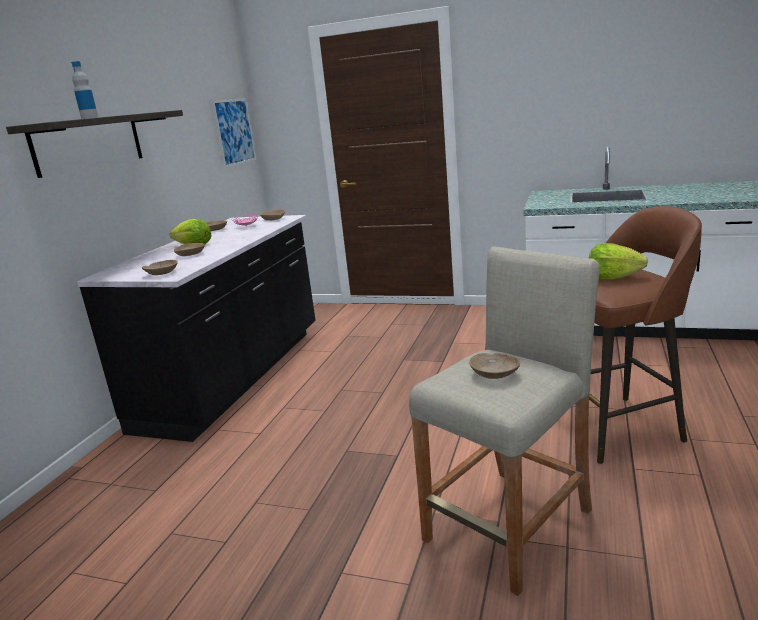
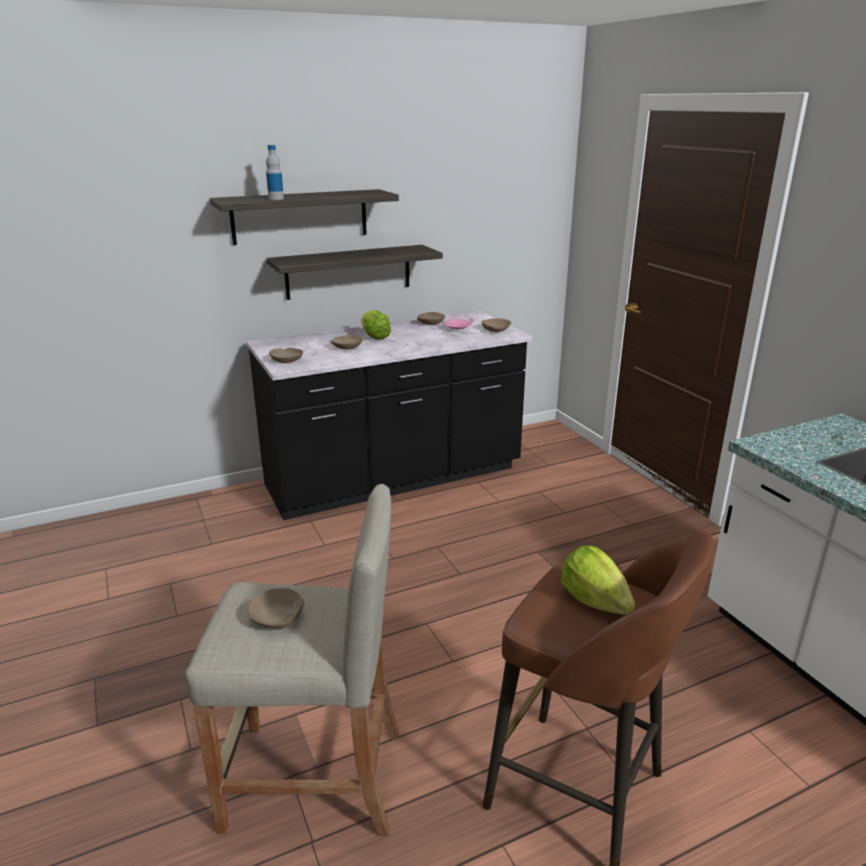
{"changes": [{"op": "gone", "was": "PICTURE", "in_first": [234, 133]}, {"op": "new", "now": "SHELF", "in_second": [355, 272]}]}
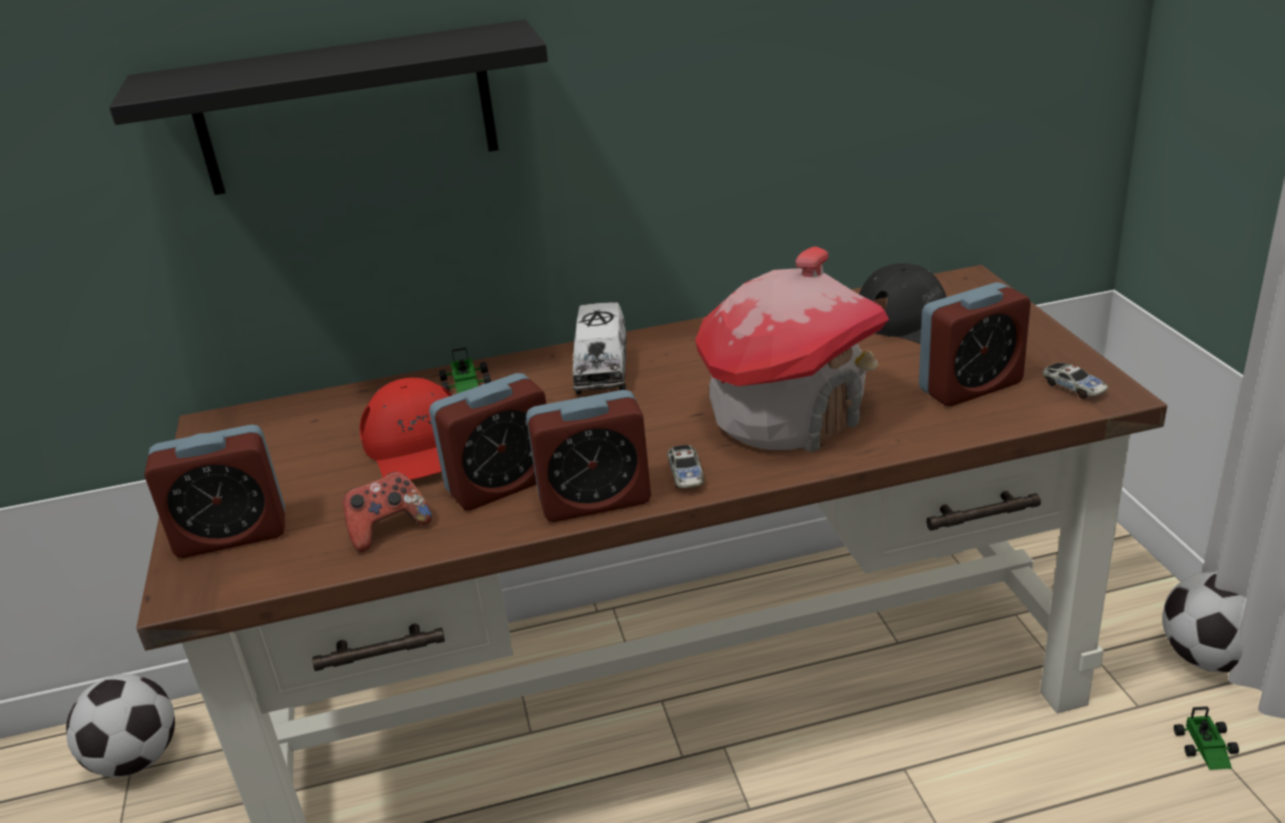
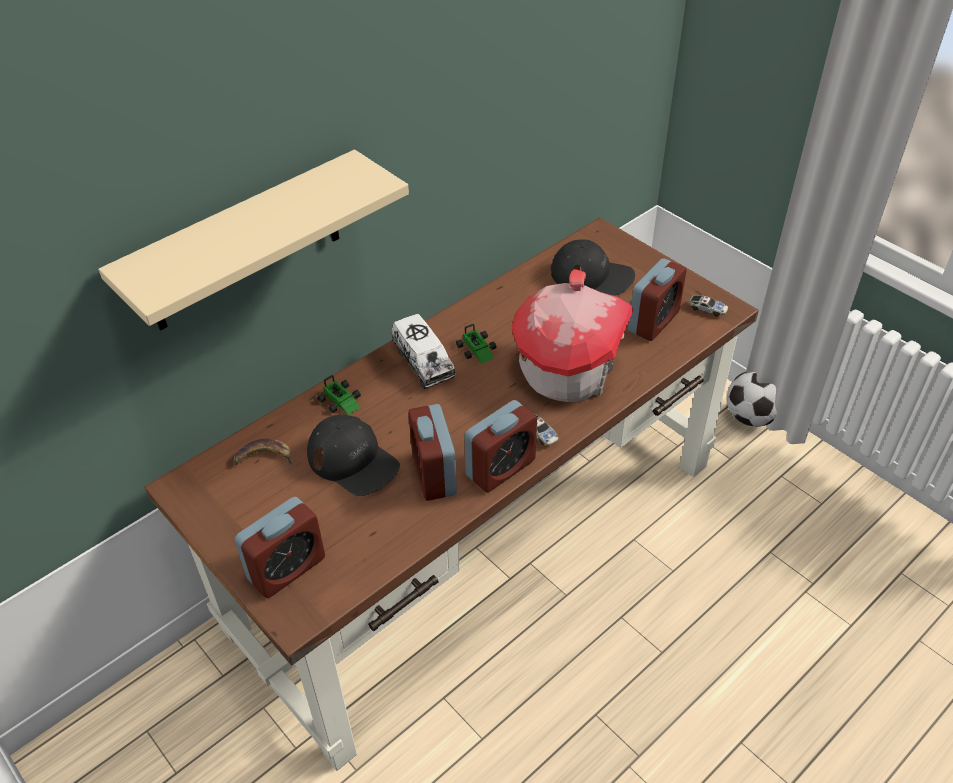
{"changes": [{"op": "repainted", "was": "BLACK SHELF", "now": "BEIGE SHELF", "in_first": [328, 107], "in_second": [253, 239]}, {"op": "rotated", "was": "ALARM CLOCK", "in_first": [487, 441], "in_second": [432, 452], "clockwise": 135}, {"op": "repainted", "was": "RED CAP", "now": "BLACK CAP", "in_first": [406, 429], "in_second": [353, 455]}, {"op": "gone", "was": "GAME CONTROLLER", "in_first": [387, 512]}, {"op": "gone", "was": "FOOTBALL", "in_first": [120, 725]}, {"op": "shifted", "was": "TOY CAR", "in_first": [1206, 738], "in_second": [476, 343]}, {"op": "new", "now": "BANANA", "in_second": [262, 452]}]}
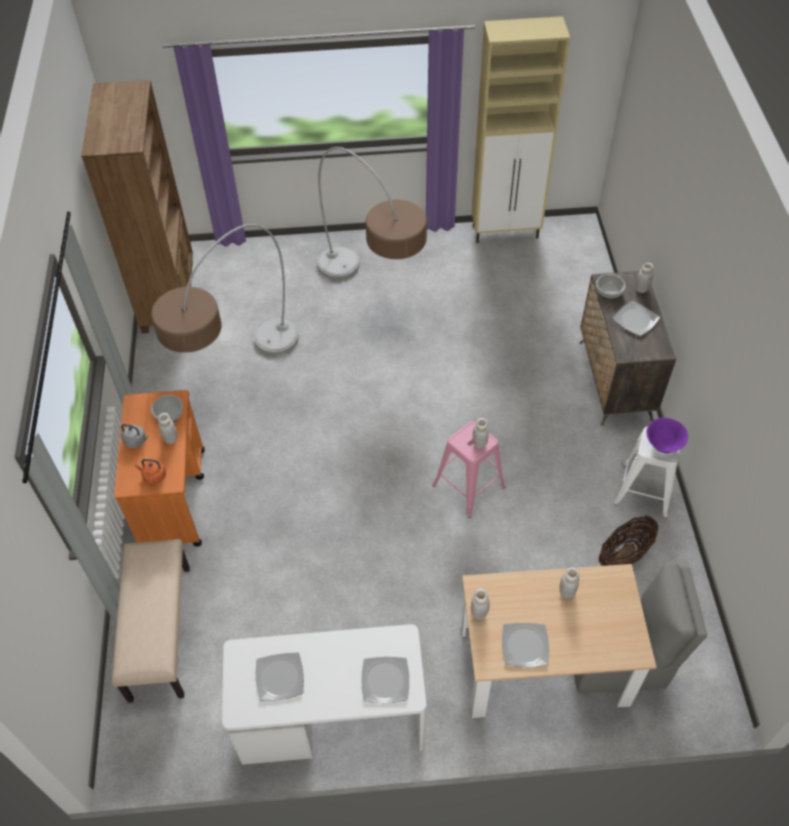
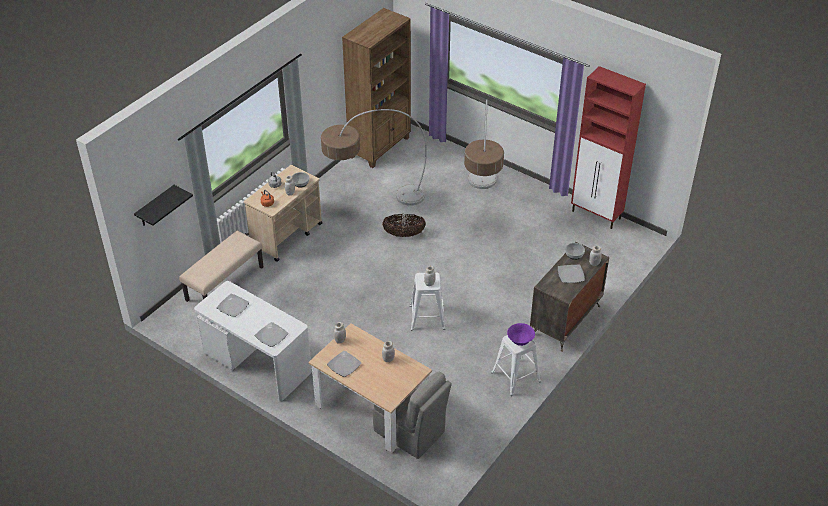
{"changes": [{"op": "repainted", "was": "BEIGE CABINET", "now": "RED CABINET", "in_first": [521, 129], "in_second": [608, 147]}, {"op": "repainted", "was": "ORANGE CART", "now": "BEIGE CART", "in_first": [159, 468], "in_second": [283, 213]}, {"op": "repainted", "was": "PINK STOOL", "now": "WHITE STOOL", "in_first": [469, 469], "in_second": [427, 301]}, {"op": "shifted", "was": "BASKET", "in_first": [628, 540], "in_second": [404, 225]}, {"op": "new", "now": "BLACK SHELF", "in_second": [163, 205]}]}
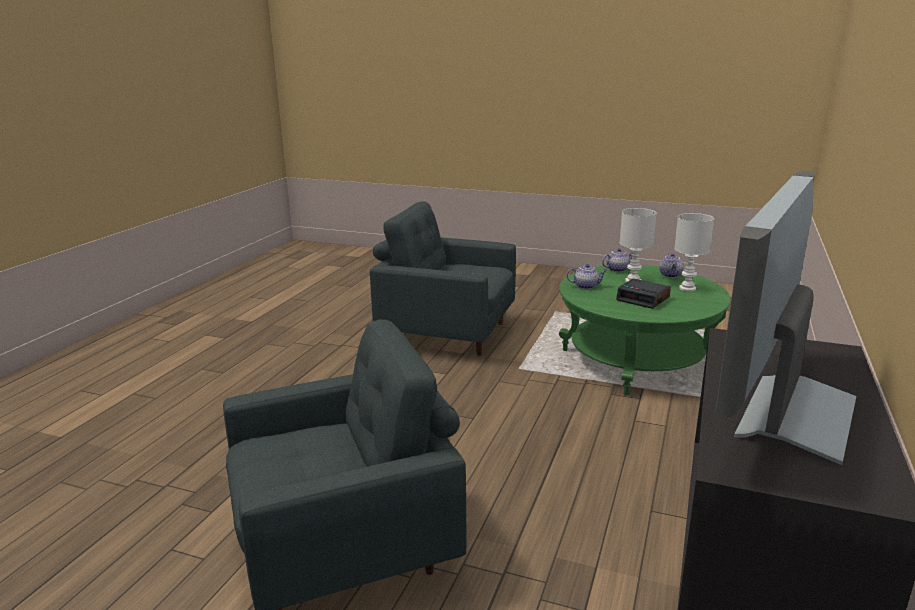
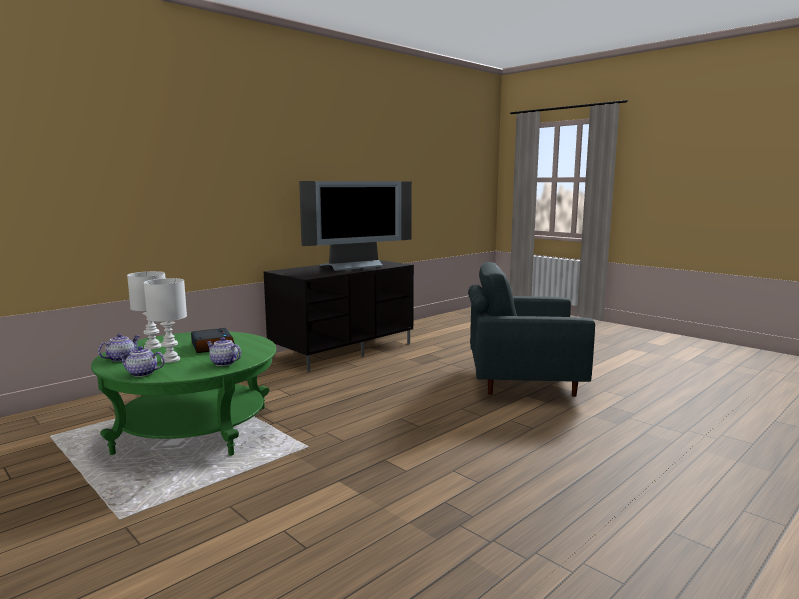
{"changes": [{"op": "gone", "was": "GREY ARMCHAIR", "in_first": [443, 278]}]}
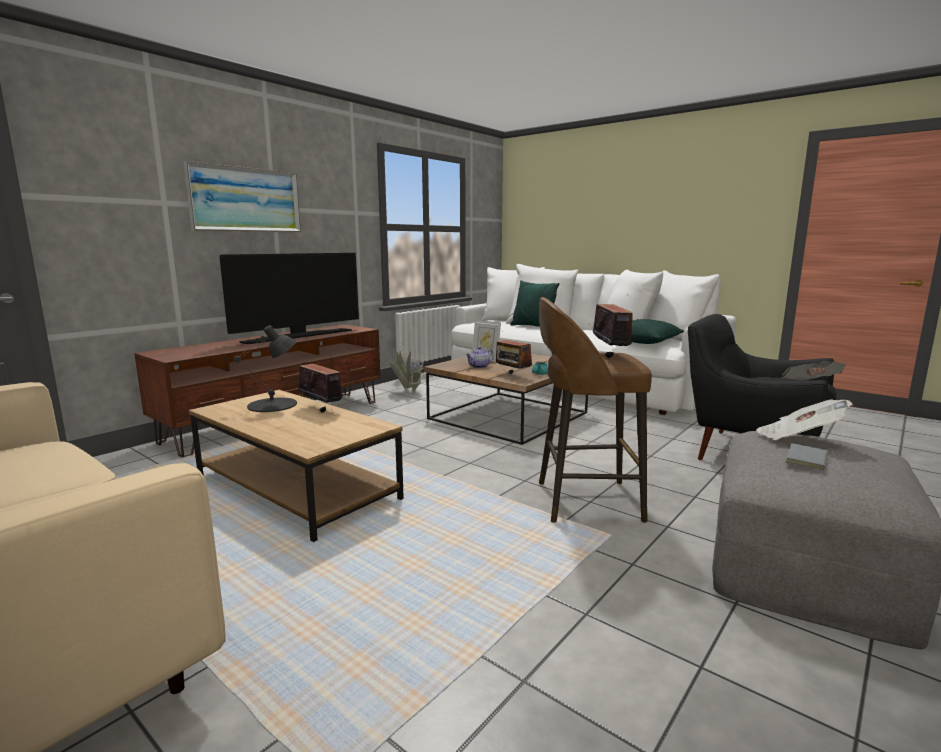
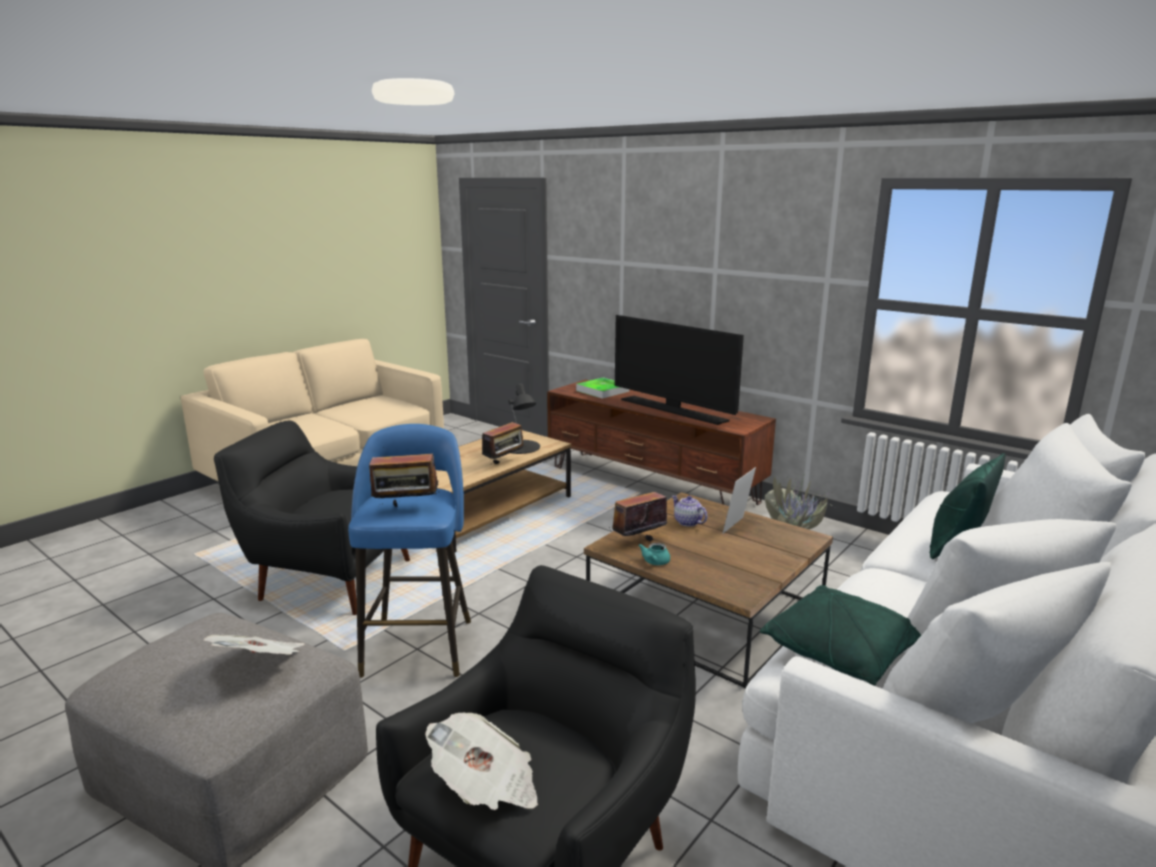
{"changes": [{"op": "gone", "was": "PICTURE", "in_first": [242, 196]}, {"op": "repainted", "was": "BROWN STOOL", "now": "BLUE STOOL", "in_first": [595, 410], "in_second": [409, 551]}, {"op": "gone", "was": "GREY BOOK", "in_first": [812, 457]}, {"op": "new", "now": "TRAY", "in_second": [602, 388]}, {"op": "new", "now": "BLACK ARMCHAIR", "in_second": [312, 518]}]}
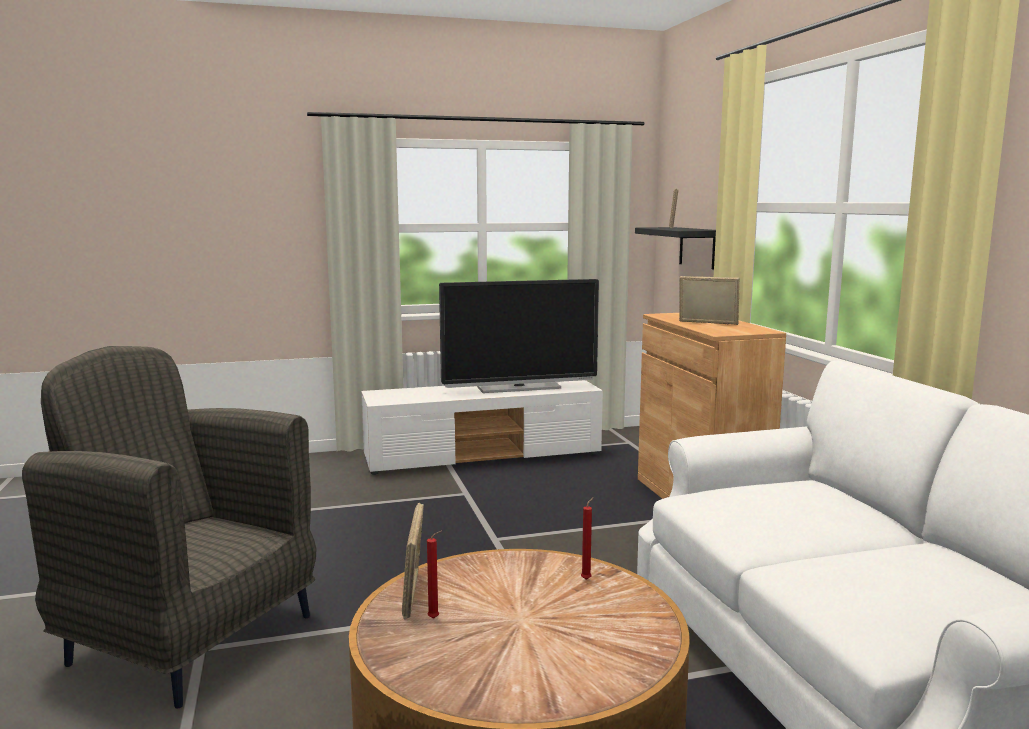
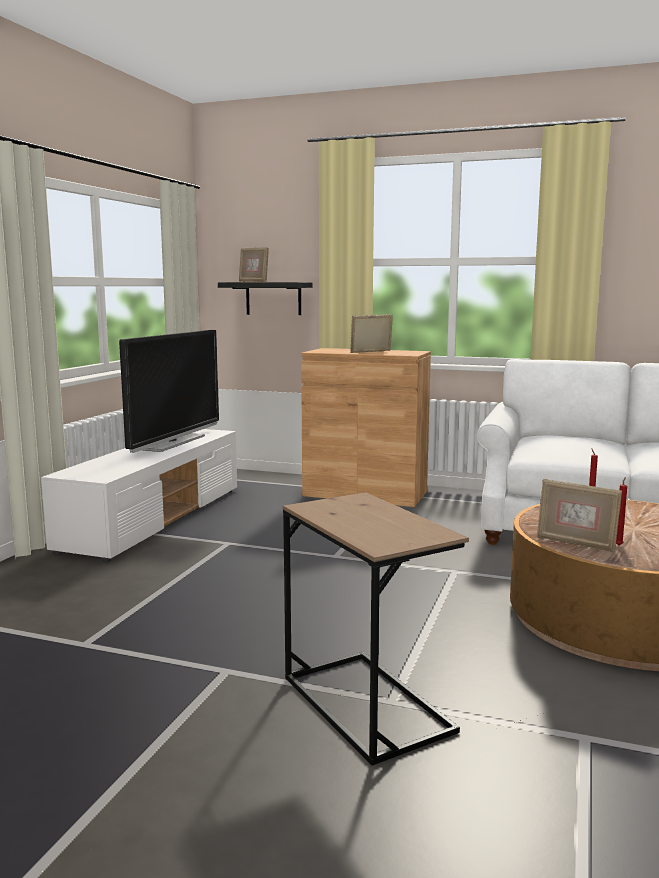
{"changes": [{"op": "swapped", "was": "GREY ARMCHAIR", "now": "BROWN SIDE TABLE", "in_first": [169, 527], "in_second": [376, 628]}]}
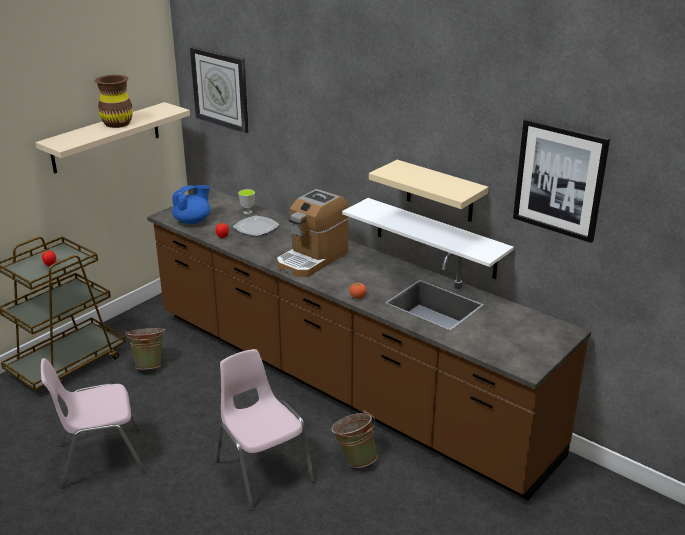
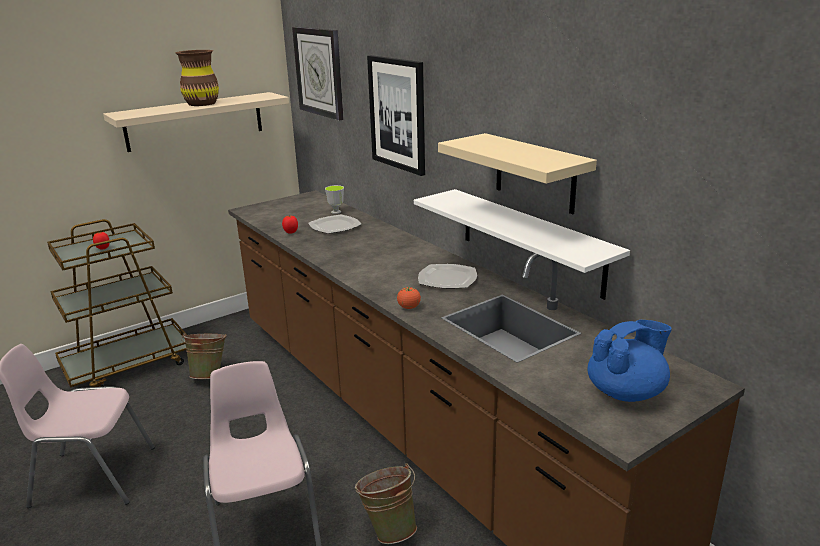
{"changes": [{"op": "shifted", "was": "PICTURE", "in_first": [561, 181], "in_second": [396, 115]}, {"op": "shifted", "was": "BLUE TEAPOT", "in_first": [191, 204], "in_second": [629, 361]}, {"op": "gone", "was": "COFFEE MACHINE", "in_first": [313, 233]}, {"op": "new", "now": "PLATE", "in_second": [447, 276]}]}
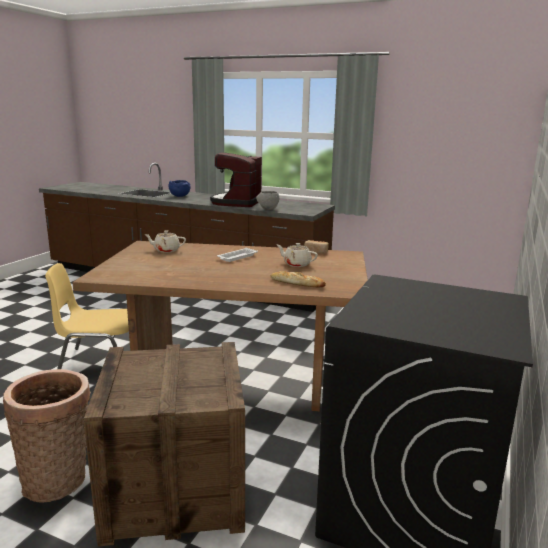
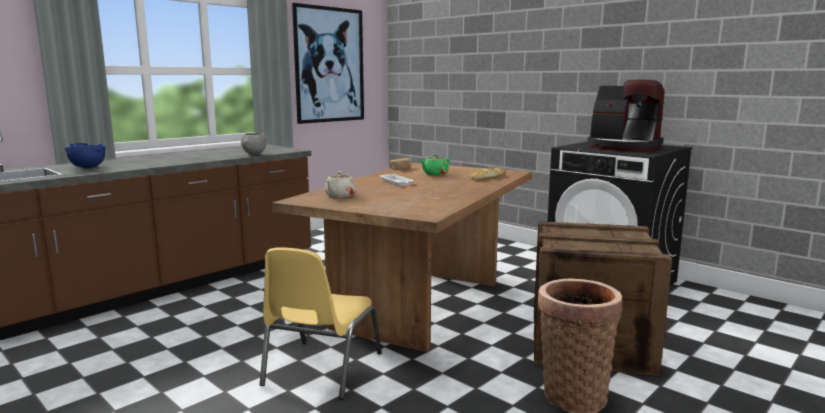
{"changes": [{"op": "shifted", "was": "COFFEE MACHINE", "in_first": [236, 179], "in_second": [626, 115]}, {"op": "repainted", "was": "BEIGE TEAPOT", "now": "GREEN TEAPOT", "in_first": [297, 255], "in_second": [435, 164]}, {"op": "new", "now": "PICTURE", "in_second": [328, 63]}]}
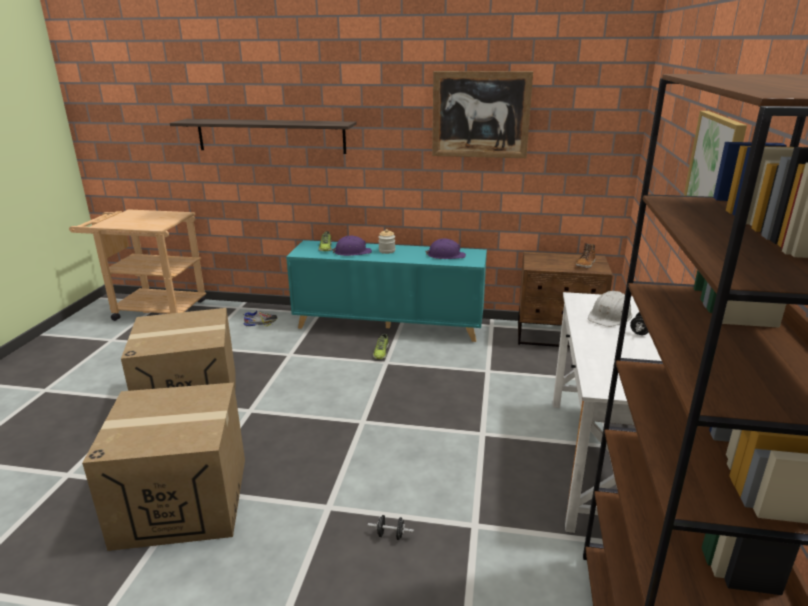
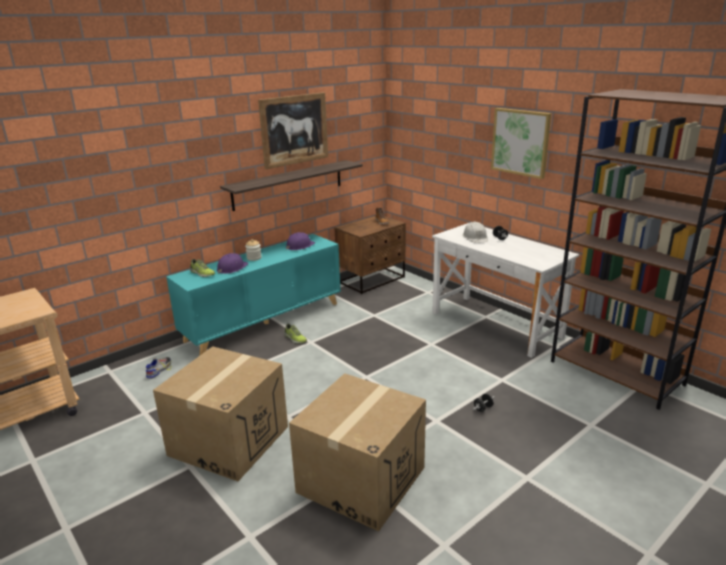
{"changes": [{"op": "shifted", "was": "SHELF", "in_first": [263, 136], "in_second": [291, 185]}]}
